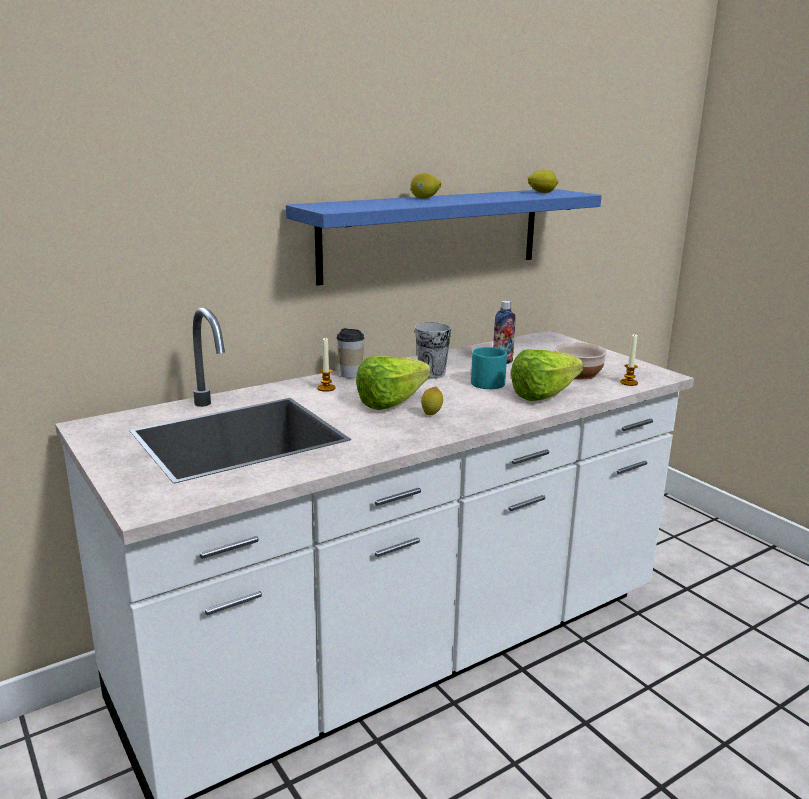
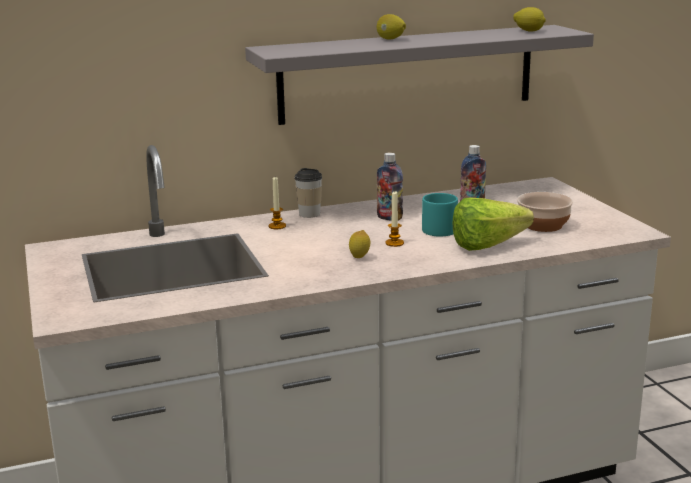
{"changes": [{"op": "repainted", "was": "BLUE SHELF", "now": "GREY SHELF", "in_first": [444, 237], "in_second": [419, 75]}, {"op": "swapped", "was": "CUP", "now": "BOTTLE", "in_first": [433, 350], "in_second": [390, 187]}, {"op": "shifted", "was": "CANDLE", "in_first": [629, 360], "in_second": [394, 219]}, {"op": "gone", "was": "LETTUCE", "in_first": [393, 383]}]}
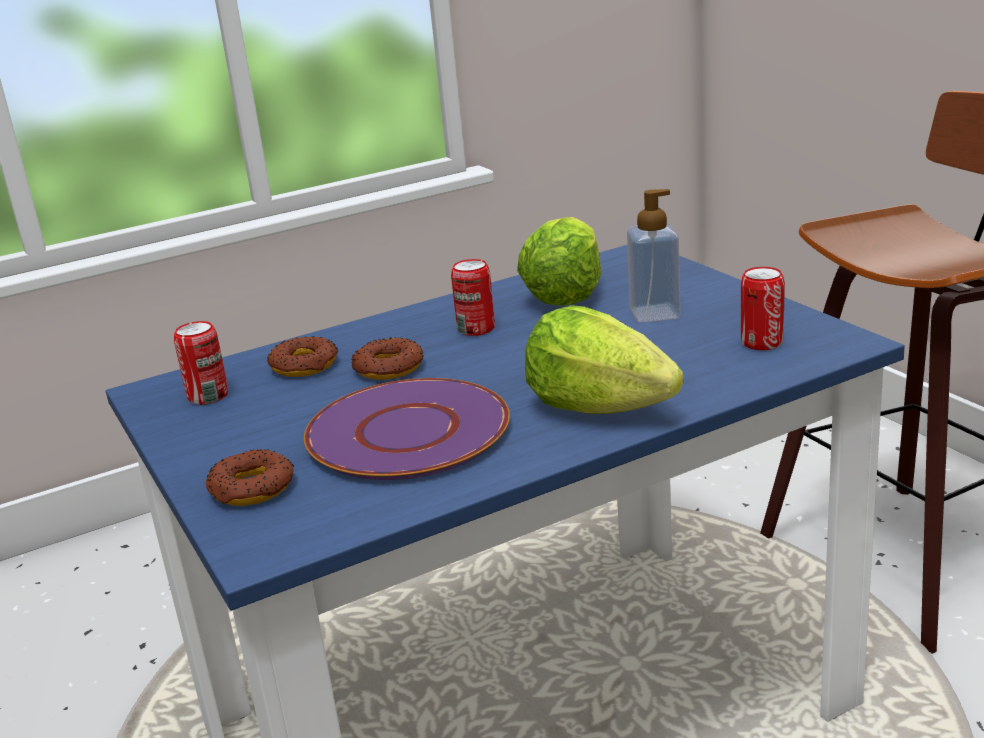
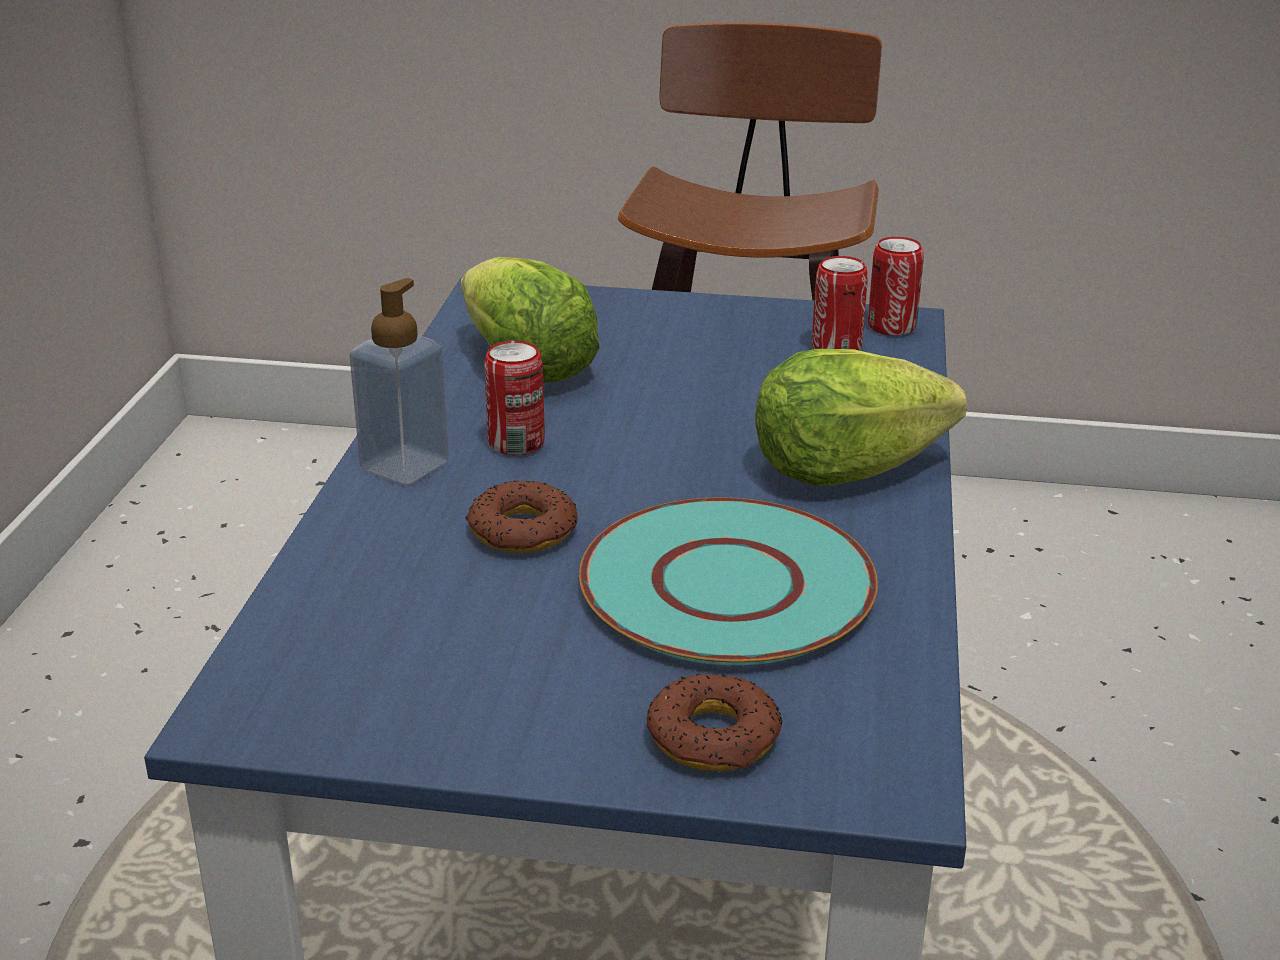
{"changes": [{"op": "shifted", "was": "SOAP DISPENSER", "in_first": [653, 256], "in_second": [399, 381]}, {"op": "shifted", "was": "CAN", "in_first": [201, 363], "in_second": [896, 286]}, {"op": "gone", "was": "DONUT", "in_first": [302, 356]}, {"op": "repainted", "was": "PURPLE PLATE", "now": "TURQUOISE PLATE", "in_first": [407, 429], "in_second": [728, 582]}]}
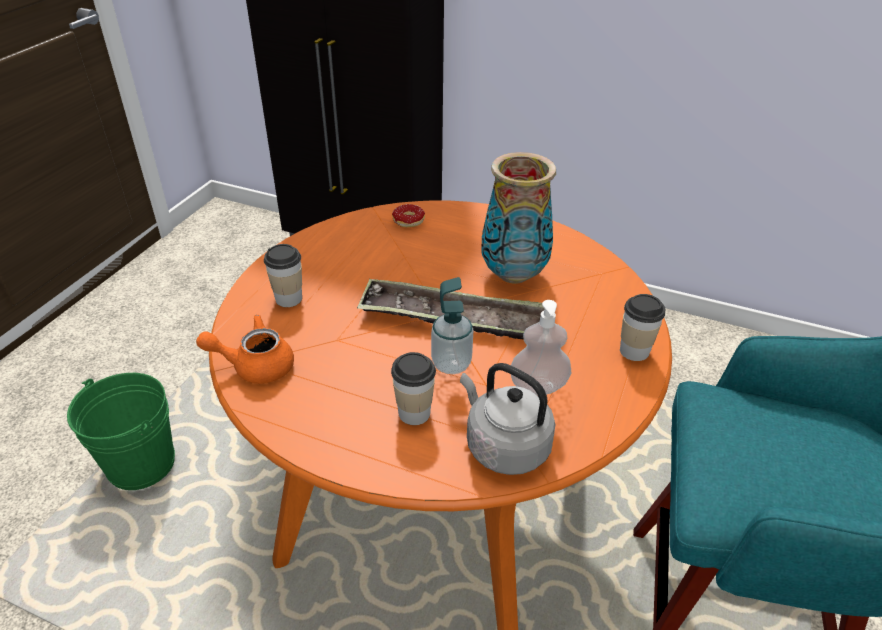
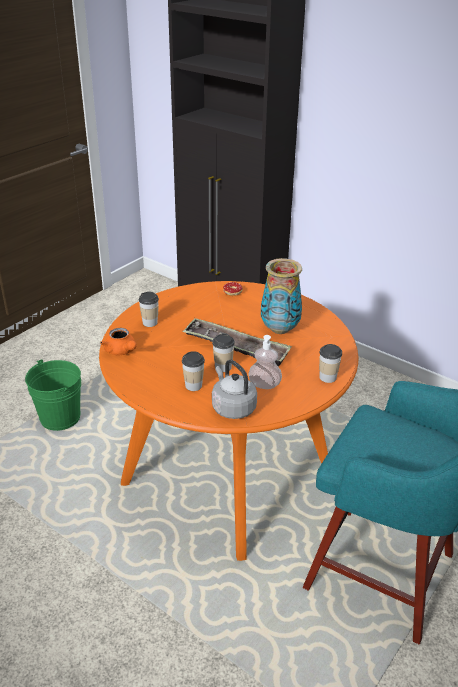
{"changes": [{"op": "swapped", "was": "SOAP DISPENSER", "now": "CUP", "in_first": [452, 325], "in_second": [223, 352]}, {"op": "rotated", "was": "ORANGE TEAPOT", "in_first": [245, 349], "in_second": [118, 341], "clockwise": -135}]}
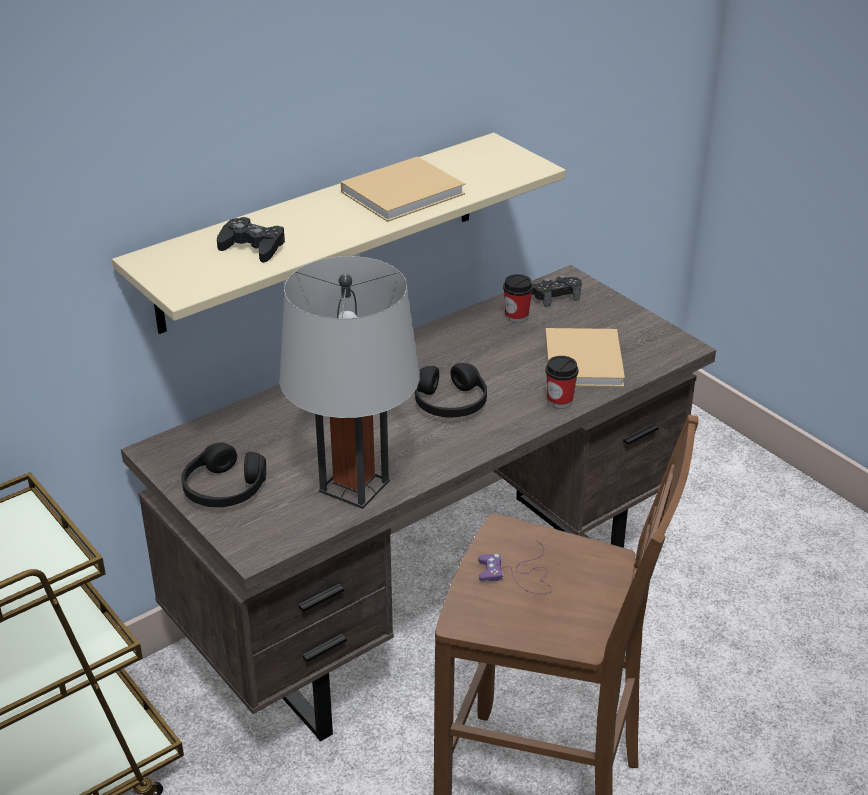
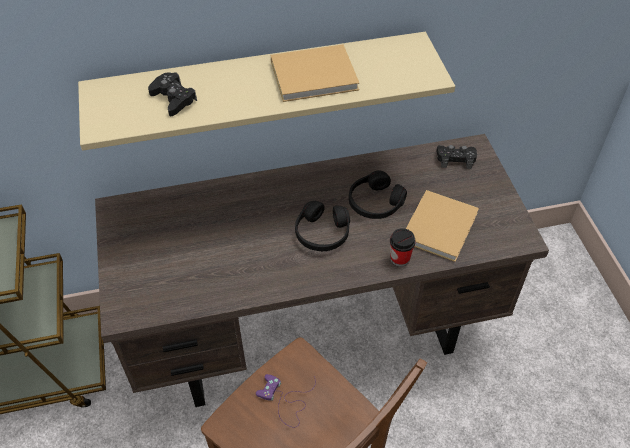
{"changes": [{"op": "gone", "was": "GREY TABLE LAMP", "in_first": [349, 382]}, {"op": "gone", "was": "CUP", "in_first": [518, 298]}, {"op": "shifted", "was": "BLACK HEADPHONES", "in_first": [224, 475], "in_second": [378, 195]}]}
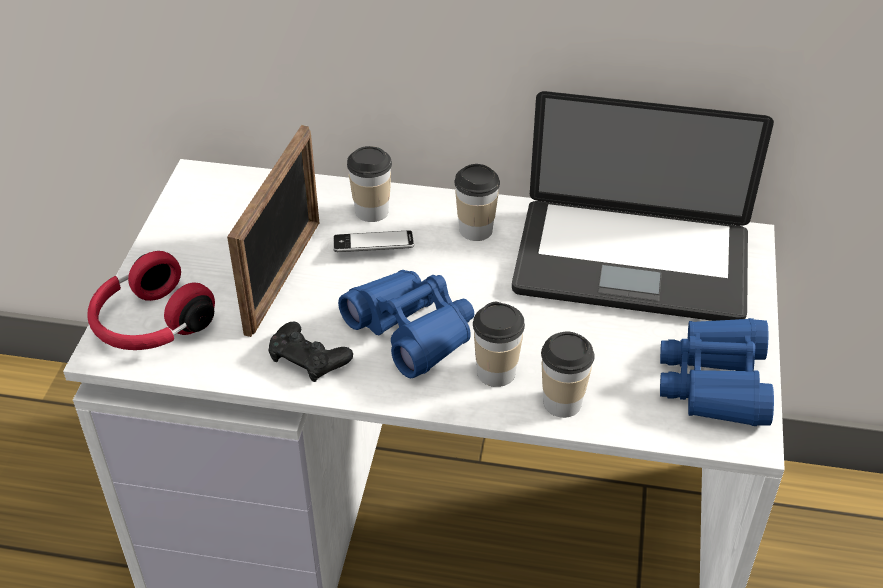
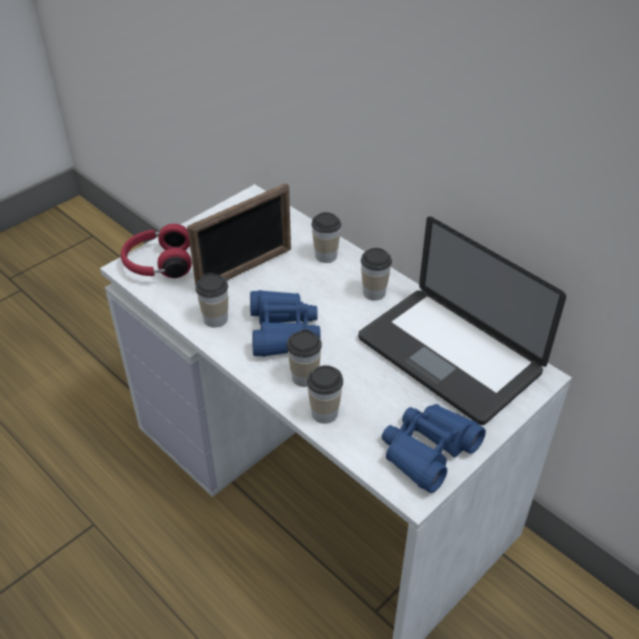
{"changes": [{"op": "gone", "was": "PHONE", "in_first": [374, 241]}, {"op": "swapped", "was": "BLACK GAME CONTROLLER", "now": "CUP", "in_first": [310, 352], "in_second": [212, 300]}]}
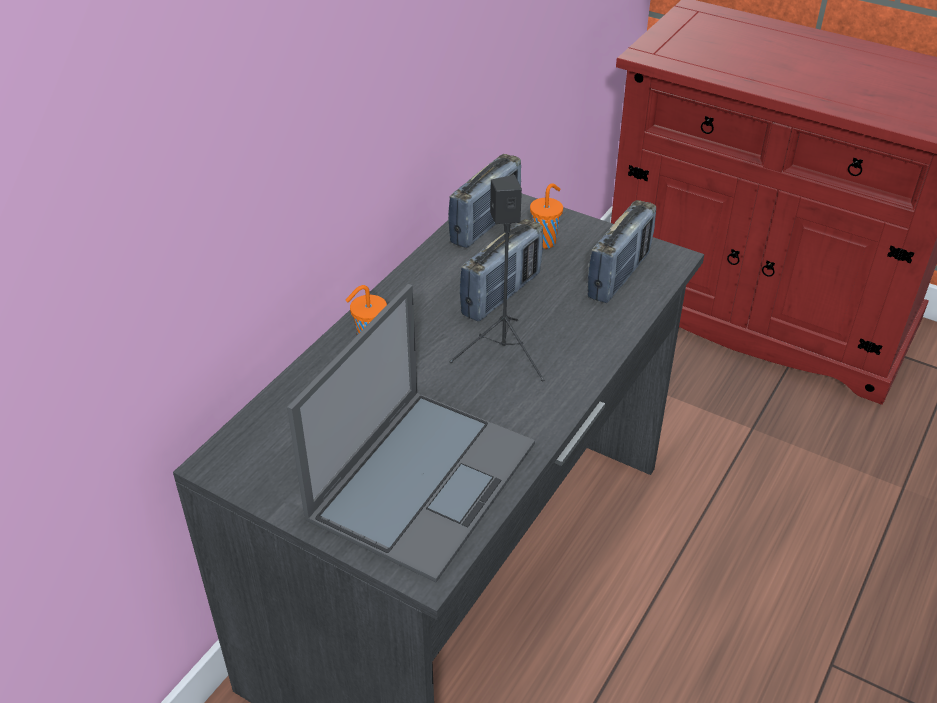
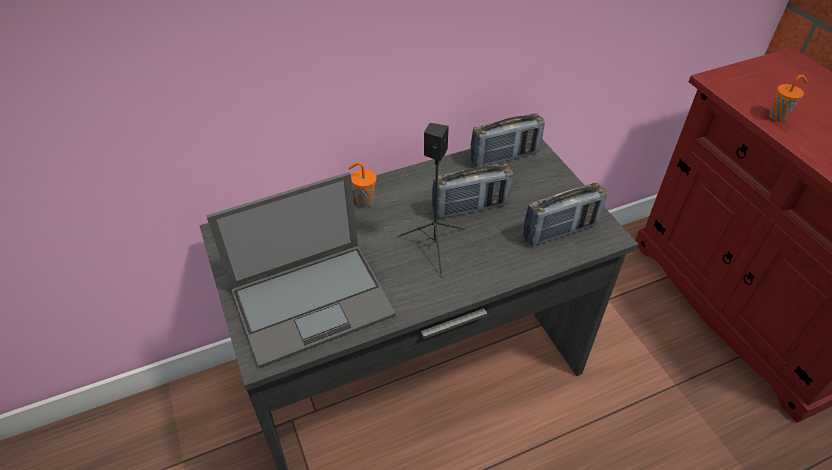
{"changes": [{"op": "shifted", "was": "ORANGE CUP", "in_first": [546, 216], "in_second": [788, 98]}]}
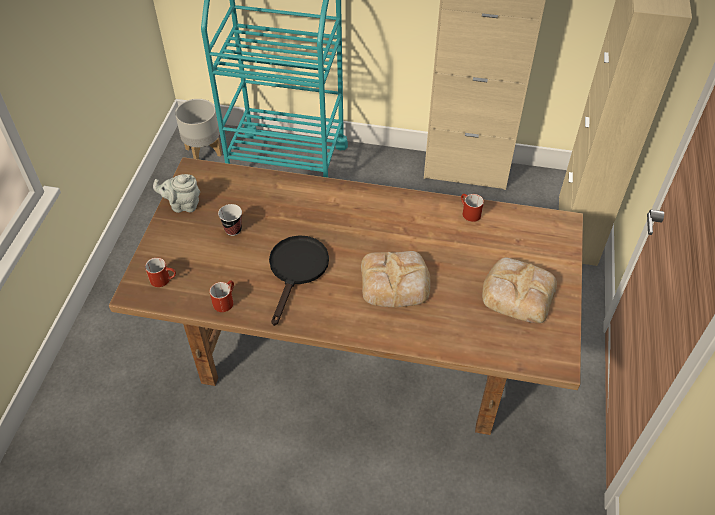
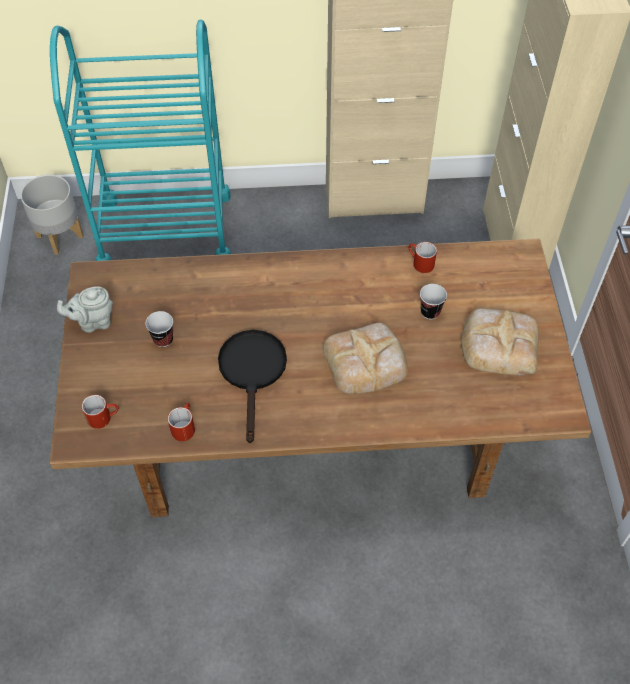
{"changes": [{"op": "new", "now": "CUP", "in_second": [433, 301]}]}
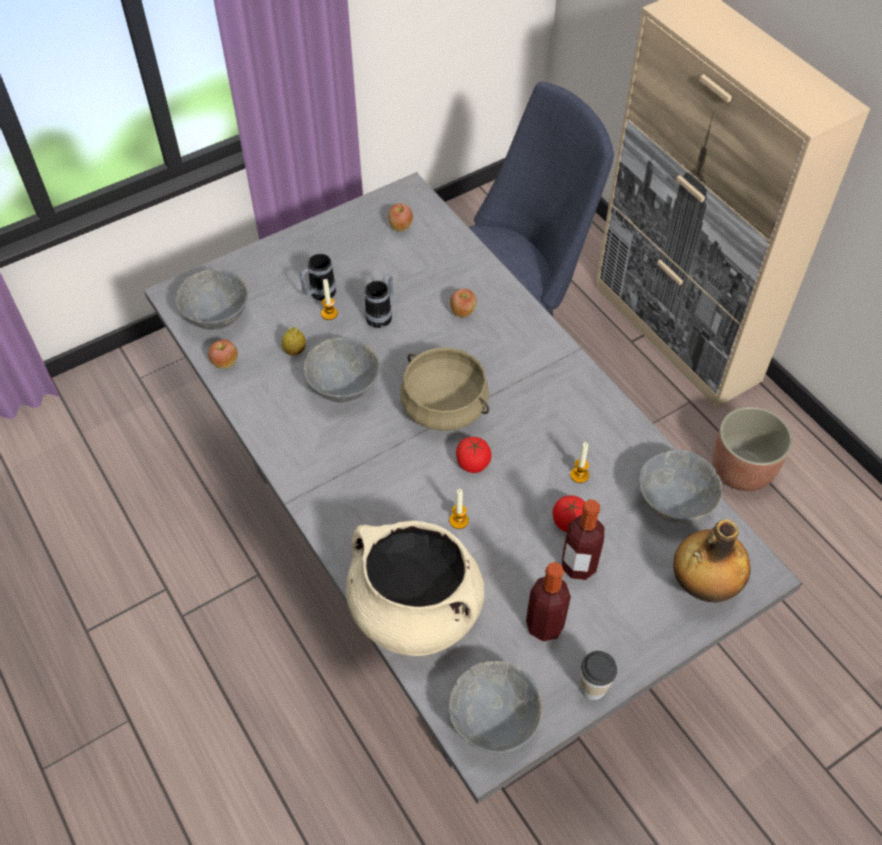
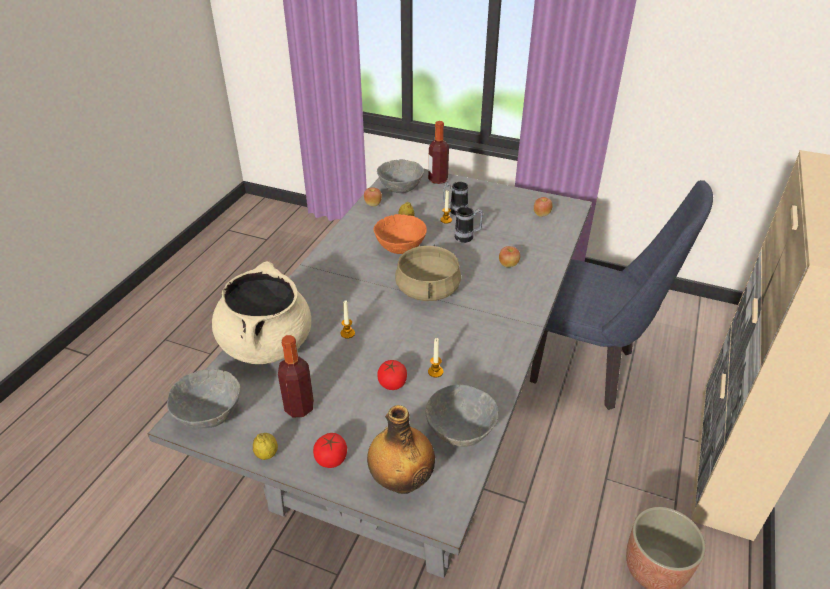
{"changes": [{"op": "repainted", "was": "GREY BOWL", "now": "ORANGE BOWL", "in_first": [342, 369], "in_second": [400, 234]}, {"op": "shifted", "was": "TOMATO", "in_first": [473, 455], "in_second": [330, 450]}, {"op": "shifted", "was": "BOTTLE", "in_first": [583, 539], "in_second": [438, 152]}, {"op": "swapped", "was": "CUP", "now": "LEMON", "in_first": [598, 675], "in_second": [265, 446]}]}
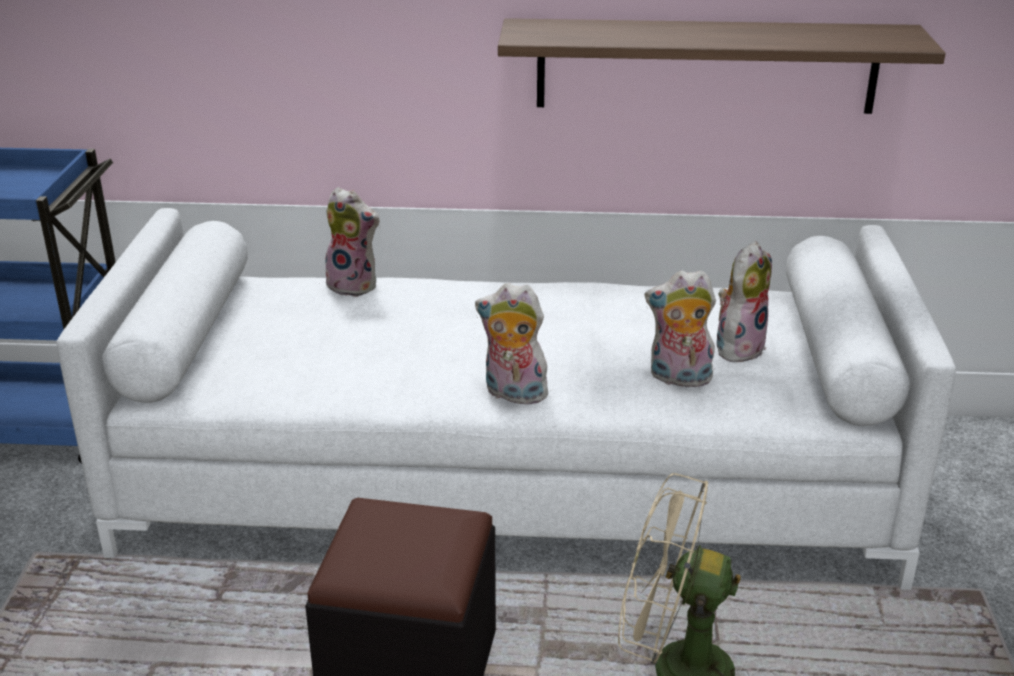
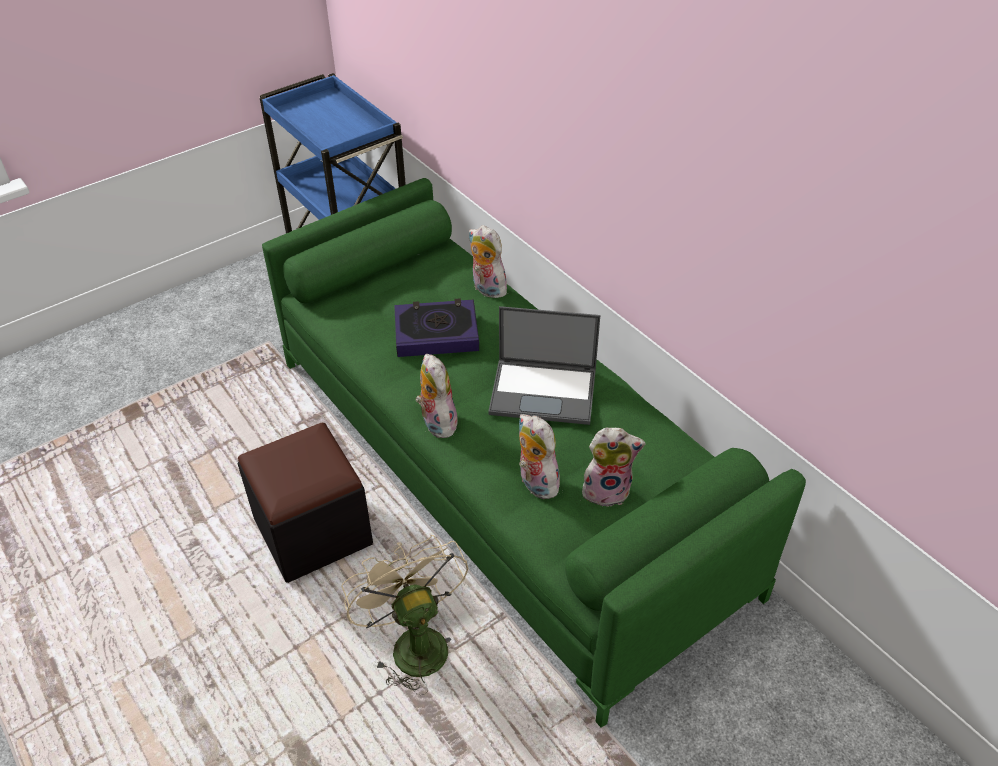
{"changes": [{"op": "gone", "was": "SHELF", "in_first": [722, 66]}, {"op": "rotated", "was": "PLUSH TOY", "in_first": [351, 242], "in_second": [488, 261], "clockwise": 150}, {"op": "repainted", "was": "WHITE SOFA", "now": "GREEN SOFA", "in_first": [506, 399], "in_second": [534, 453]}, {"op": "new", "now": "BOOK", "in_second": [436, 327]}, {"op": "new", "now": "LAPTOP", "in_second": [544, 365]}]}
